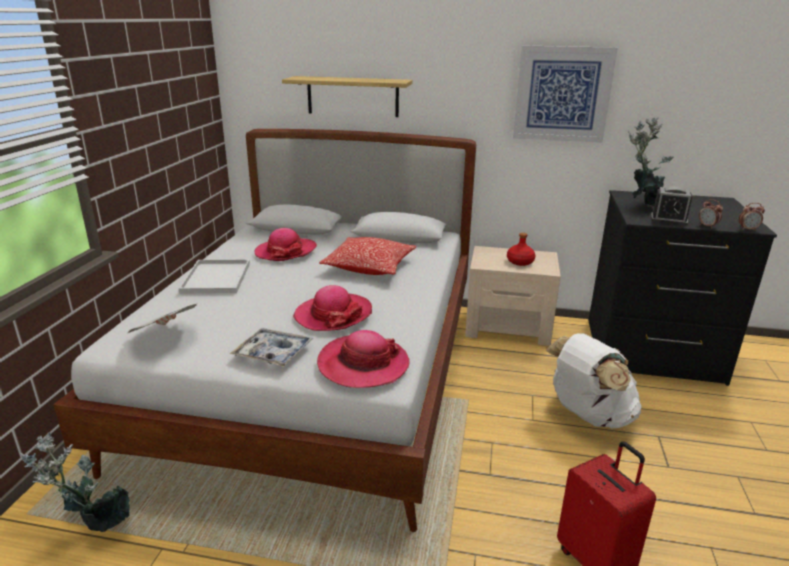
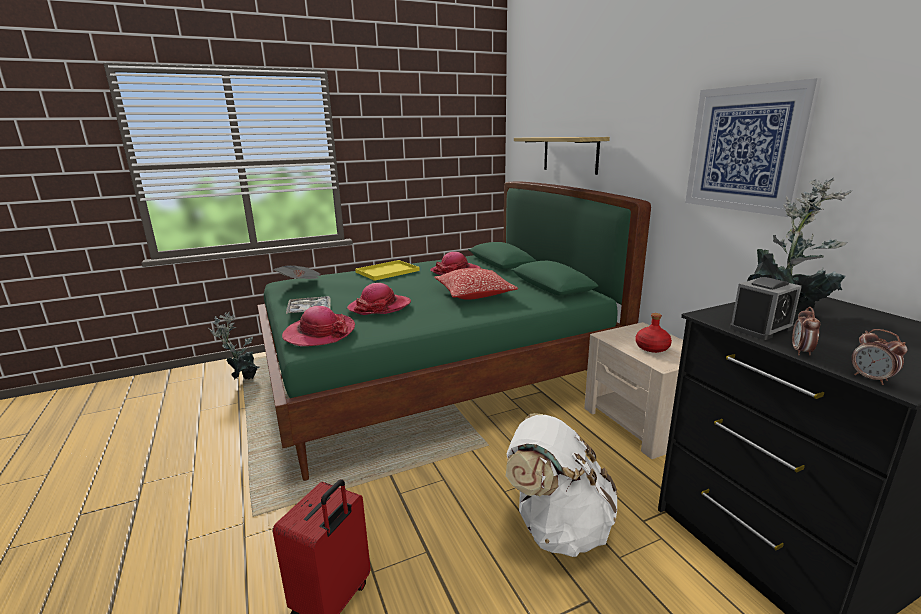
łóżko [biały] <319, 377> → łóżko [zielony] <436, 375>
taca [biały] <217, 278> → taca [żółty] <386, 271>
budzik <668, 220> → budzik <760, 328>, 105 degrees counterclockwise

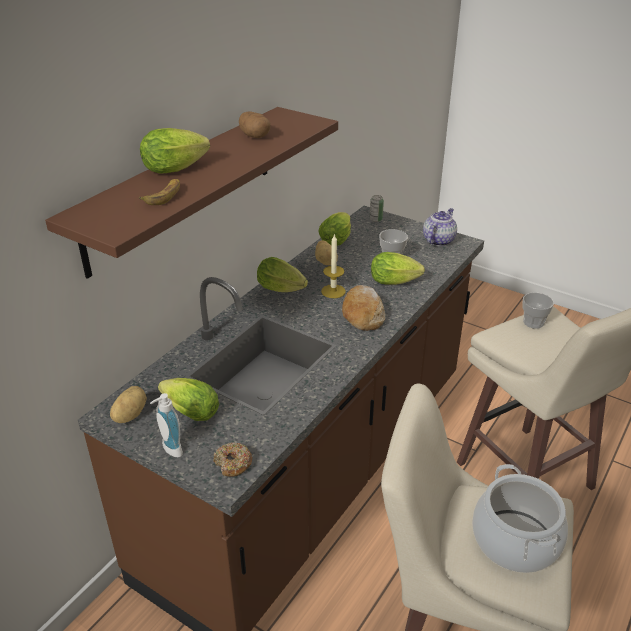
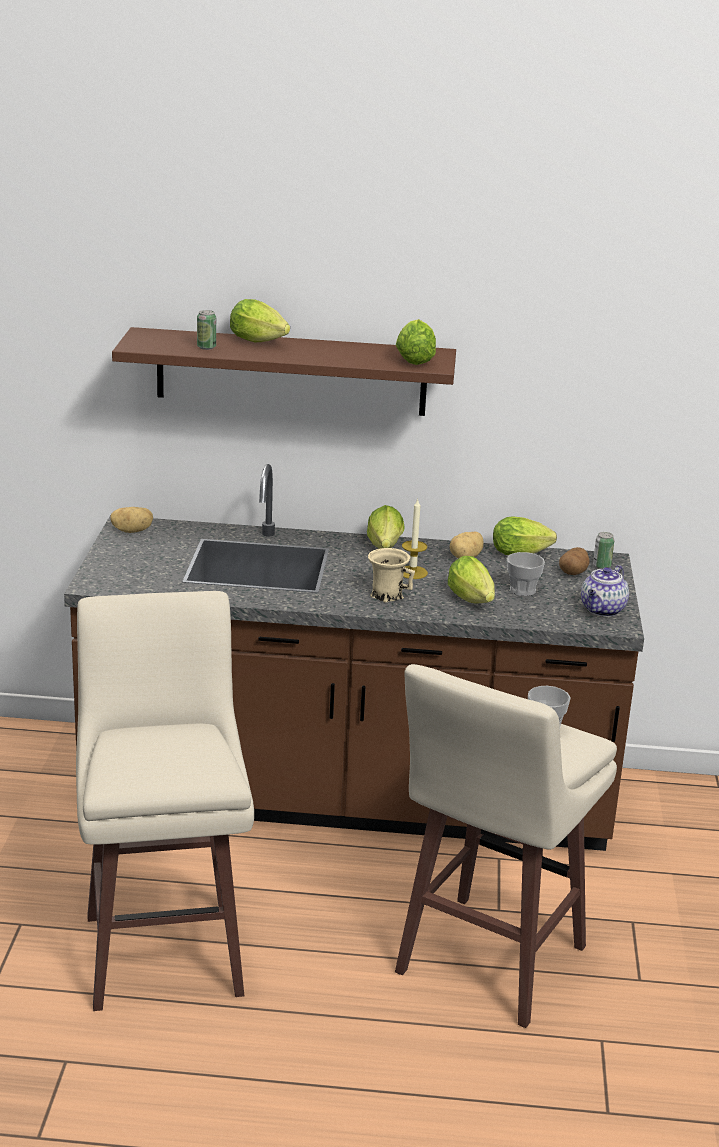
banan <164, 195> → puszka <206, 347>
chleb <363, 314> → kubek [beżowy] <387, 595>
sałata <188, 411> → sałata <415, 359>, moved
ziemniak <254, 136> → ziemniak <573, 572>, moved
imbryk <438, 240> → imbryk <602, 610>, 120 degrees clockwise
dozownik mydła <169, 450> → -
donut <233, 464> → -
garnek <515, 541> → -

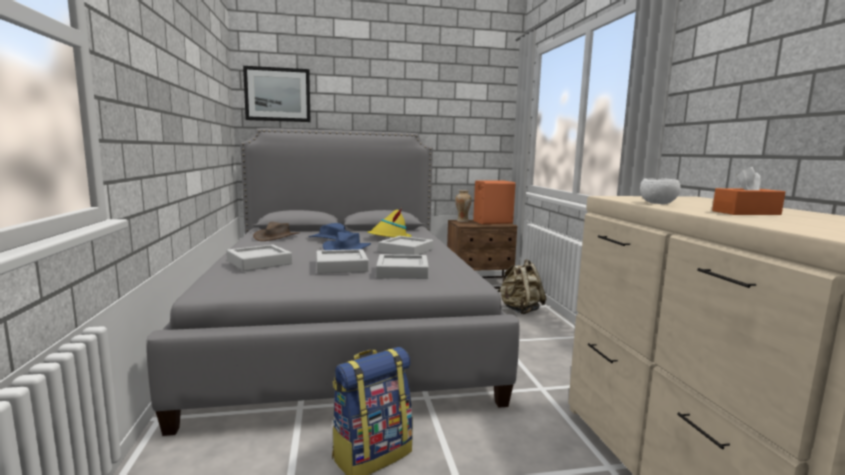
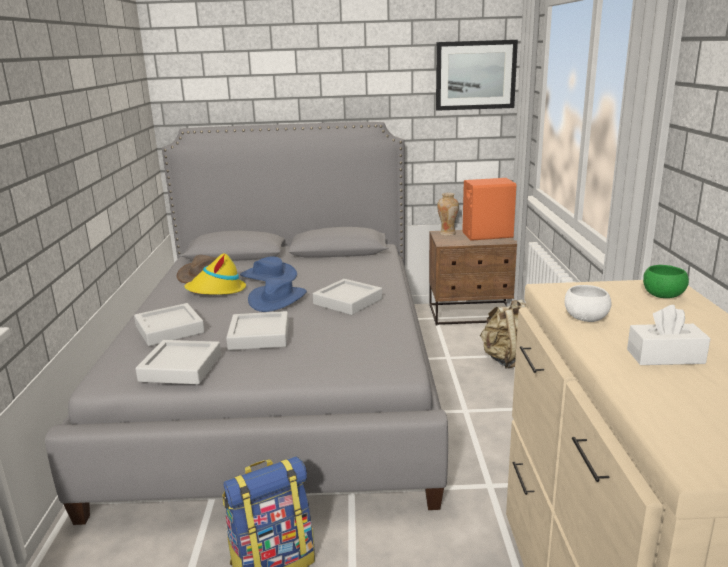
taca [szary] <402, 272> → taca [szary] <181, 368>, moved
kapelusz [żółty] <389, 238> → kapelusz [żółty] <216, 291>, moved
obraz <277, 94> → obraz <475, 75>, moved
pudełko chusteczek [pomarańczowy] <746, 213> → pudełko chusteczek [biały] <665, 356>
- → miska [zielony] <663, 296>

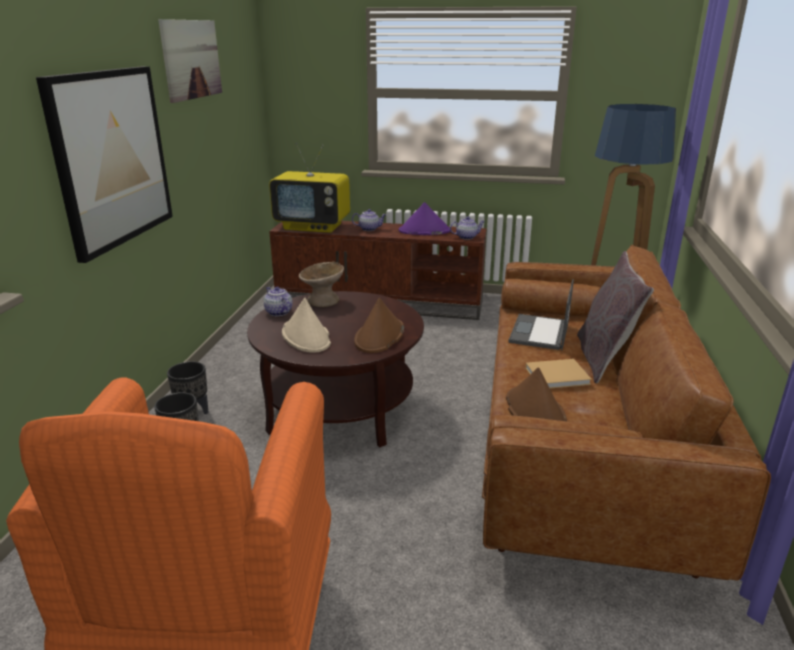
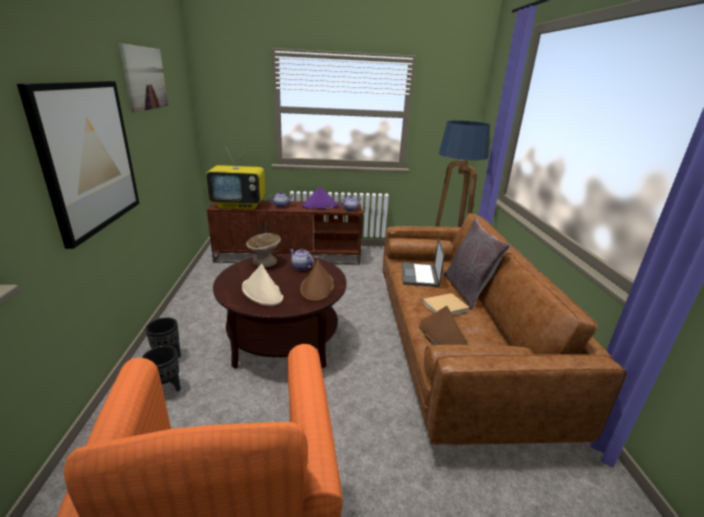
imbryk <278, 312> → imbryk <301, 267>, moved

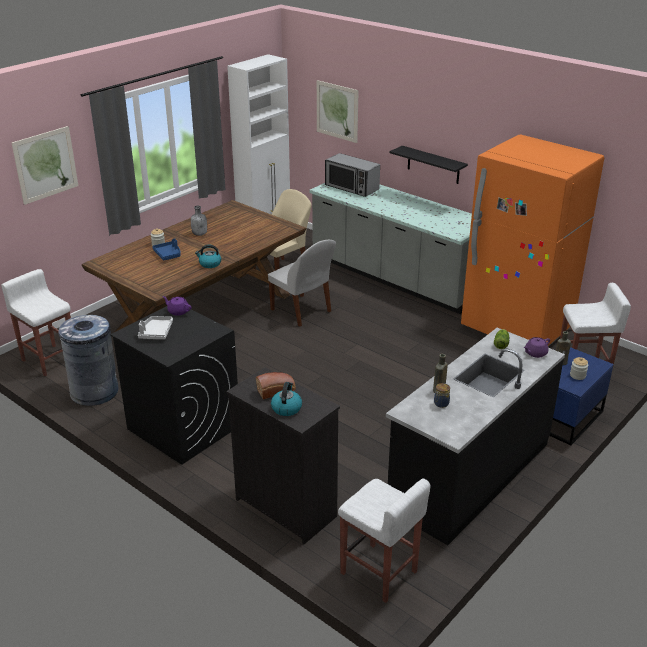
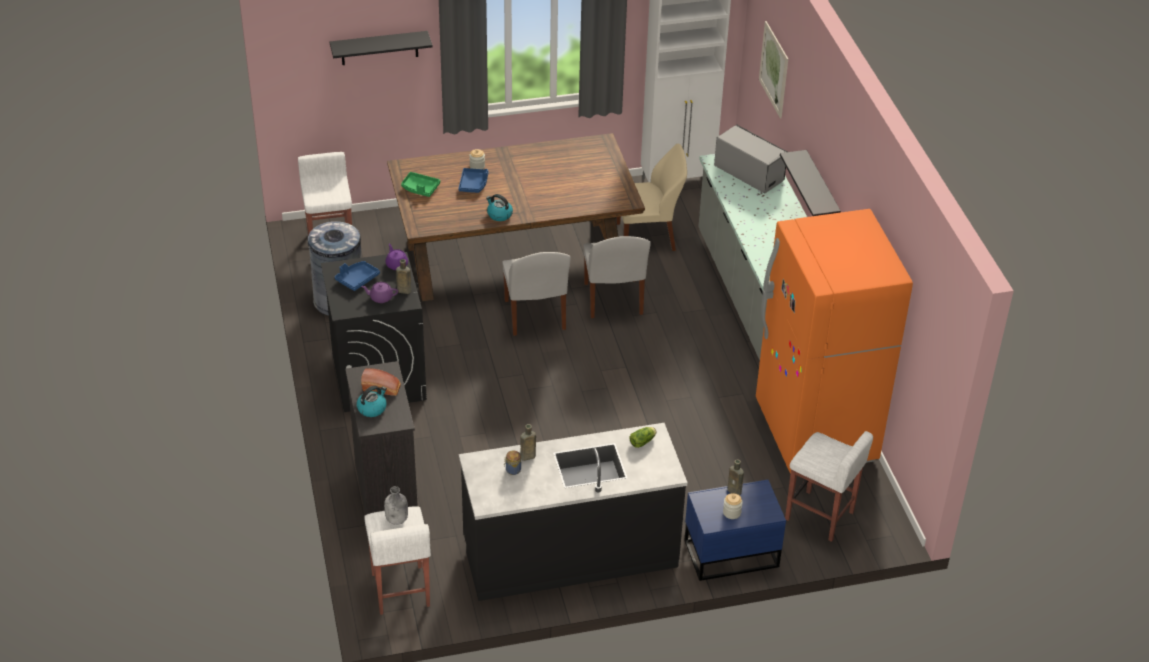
obraz <46, 165> → półka [czarny] <379, 48>
taca [biały] <156, 332> → taca [niebieski] <357, 279>
imbryk [fioletowy] <535, 353> → imbryk [fioletowy] <380, 297>, moved
butelka [szary] <200, 234> → butelka [szary] <397, 519>, moved
- → butelka [brązowy] <403, 290>
- → taca [zielony] <420, 188>
- → krzesło [biały] <535, 316>
mikrofalówka <351, 188> → mikrofalówka <749, 173>, 150 degrees clockwise

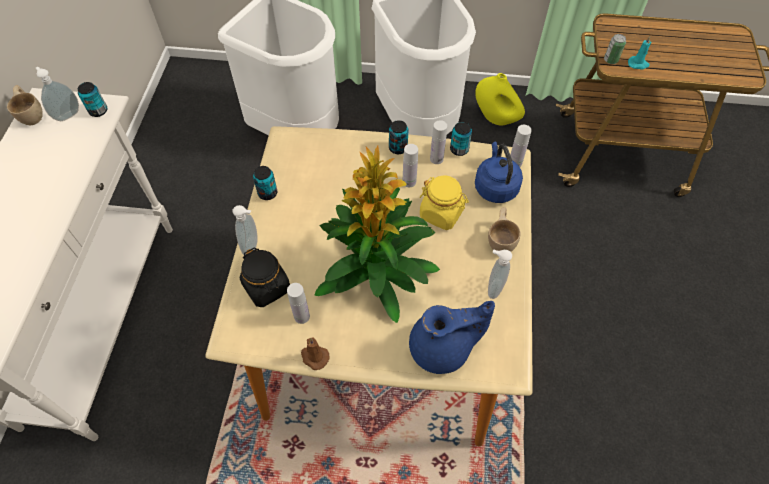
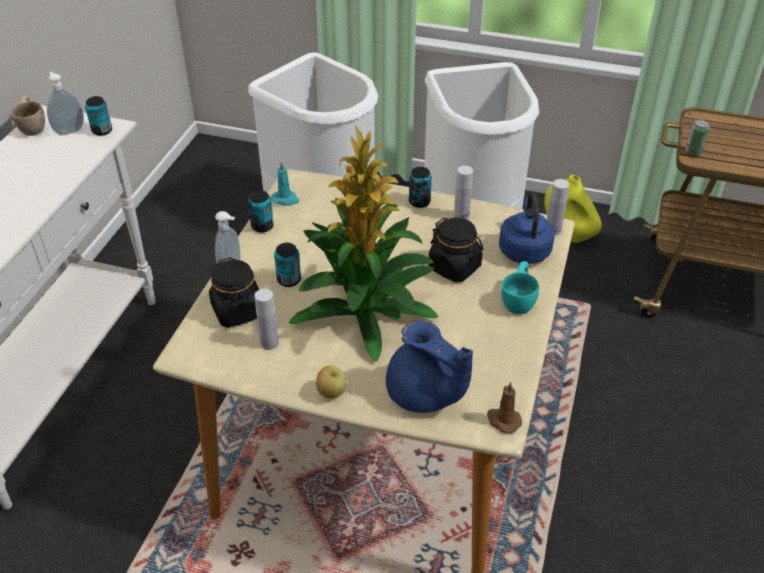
świeca [turkusowy] <638, 64> → świeca [turkusowy] <286, 199>, moved
puszka <459, 149> → puszka <289, 280>, moved
- → jabłko <331, 393>
imbryk [niebieski] <443, 349> → imbryk [niebieski] <424, 395>, 45 degrees clockwise
słoik [żółty] <441, 213> → słoik [czarny] <455, 267>
świeca [brązowy] <314, 357> → świeca [brązowy] <503, 420>, moved
filiżanka [beżowy] <501, 239> → filiżanka [turkusowy] <519, 300>
butelka [biały] <409, 182> → -
dozownik mydła <493, 287> → -

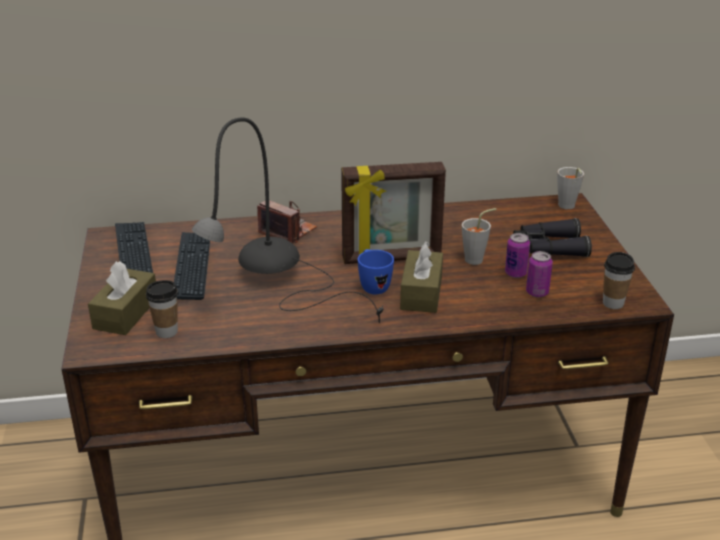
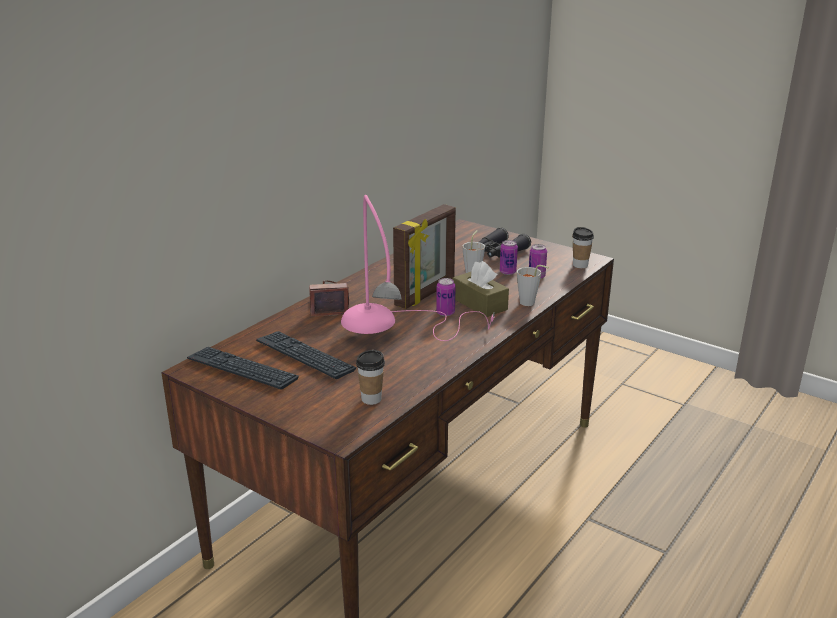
lampa stołowa [szary] <277, 293> → lampa stołowa [różowy] <396, 343>
kubek [niebieski] <373, 286> → puszka <445, 313>
filiżanka [szary] <567, 207> → filiżanka [szary] <530, 303>, moved
pudełko chusteczek [brązowy] <126, 313> → -

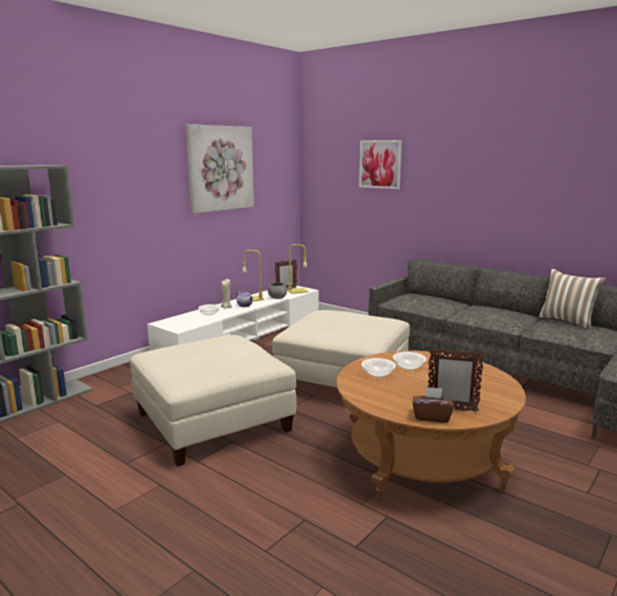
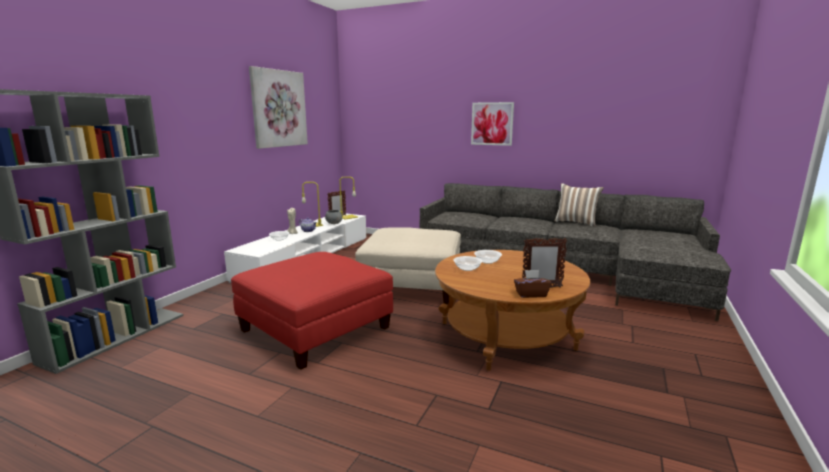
pufa [beżowy] <213, 422> → pufa [czerwony] <316, 329>
obraz <380, 164> → obraz <492, 124>, moved

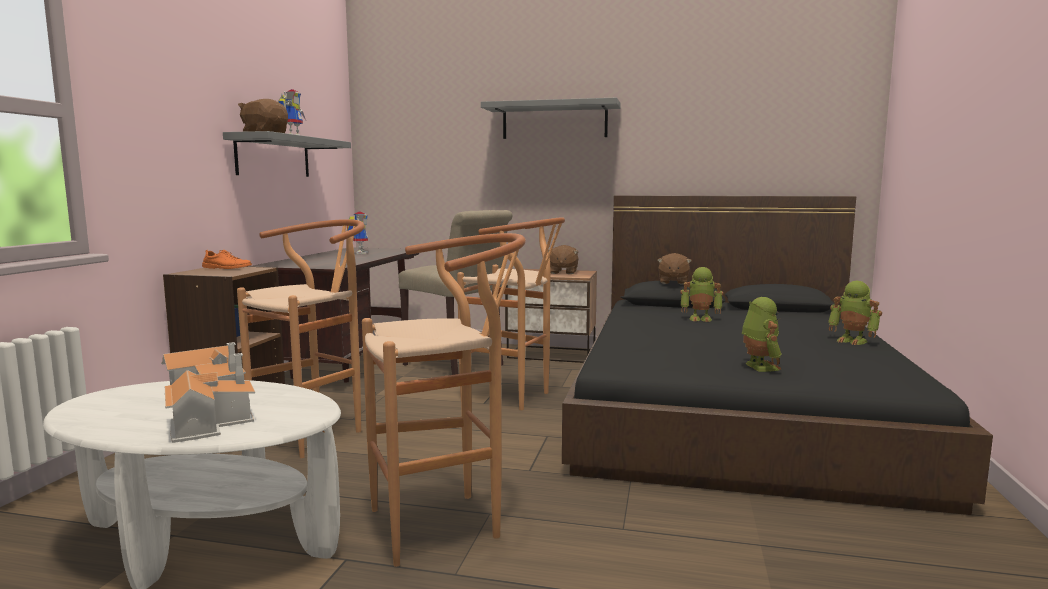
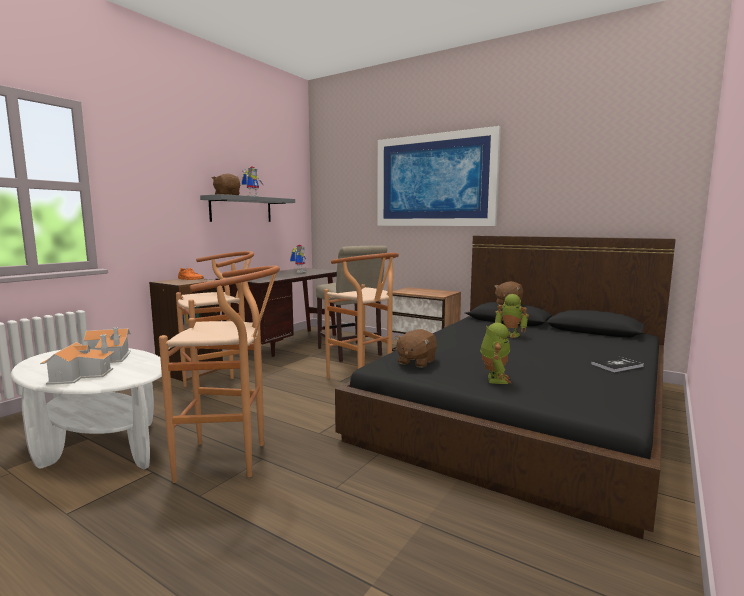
półka [szary] <554, 121> → obraz <434, 180>
pluszak [brązowy] <563, 272> → pluszak [brązowy] <416, 362>, moved
robot zabawkowy <853, 341> → książka <617, 365>

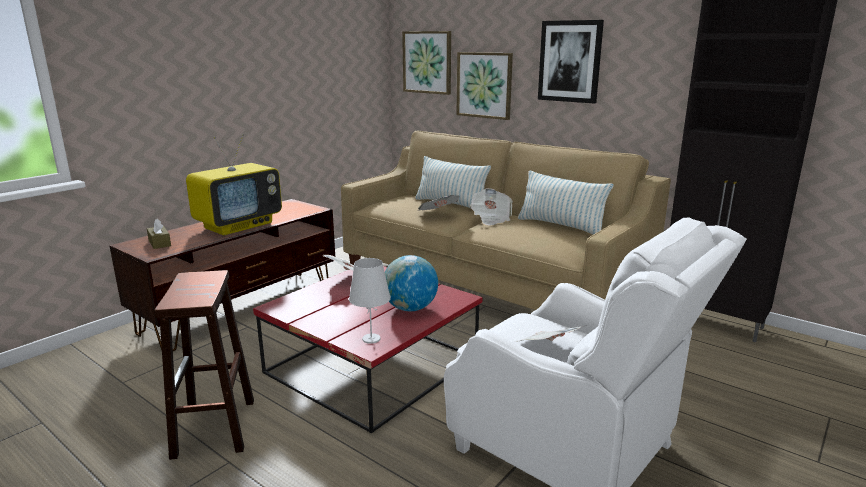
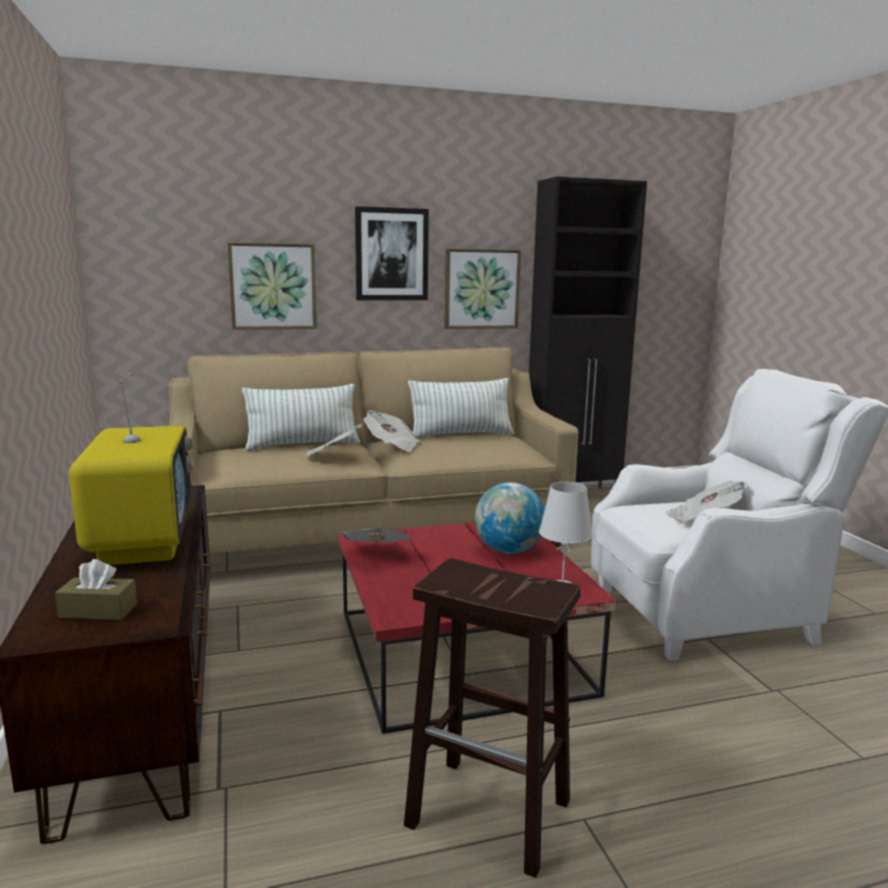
obraz <427, 62> → obraz <481, 289>, moved

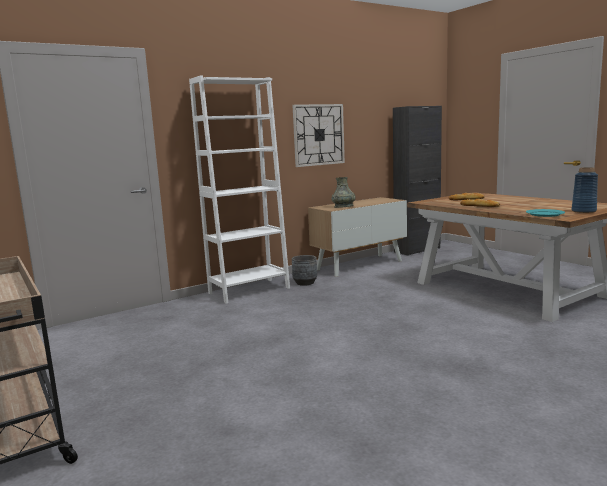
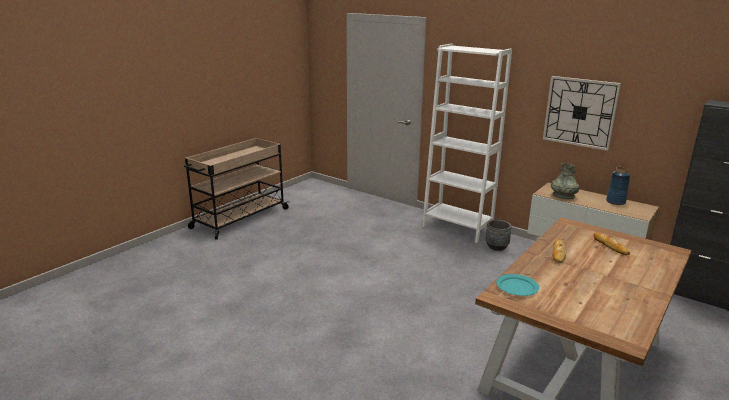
wazon [niebieski] <584, 211> → wazon [niebieski] <616, 202>, moved

